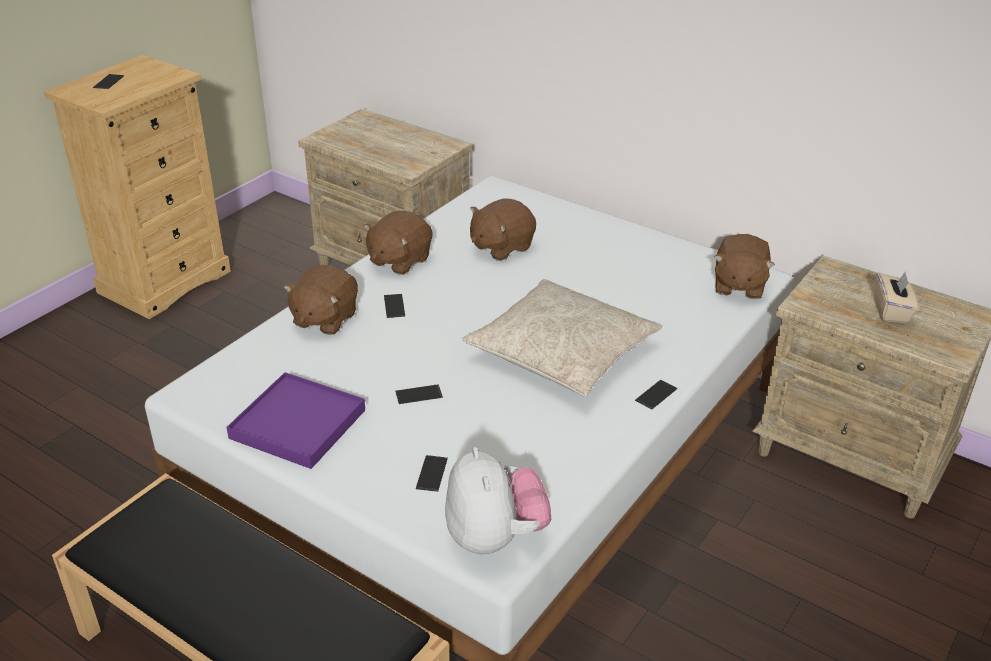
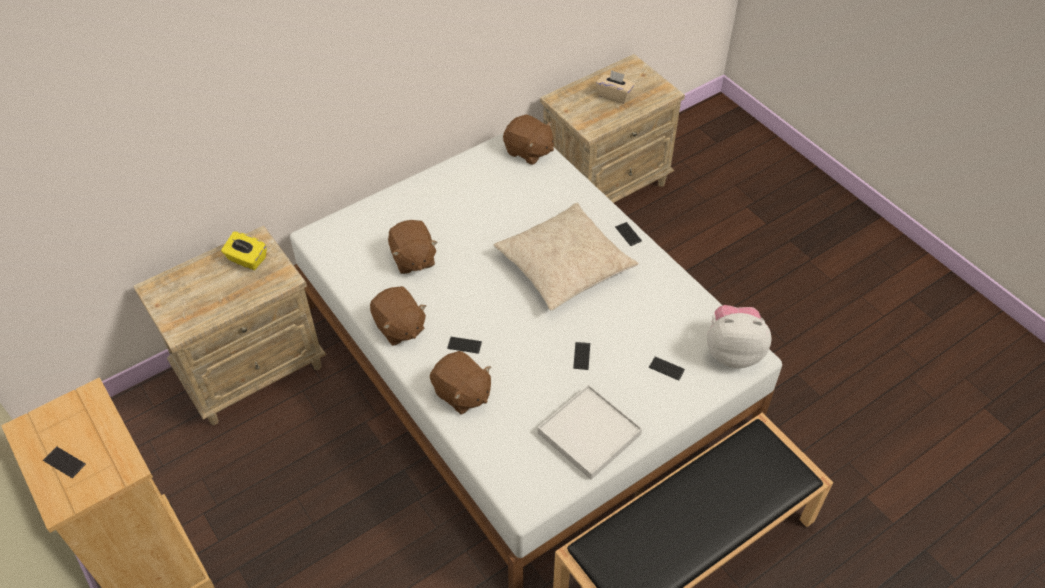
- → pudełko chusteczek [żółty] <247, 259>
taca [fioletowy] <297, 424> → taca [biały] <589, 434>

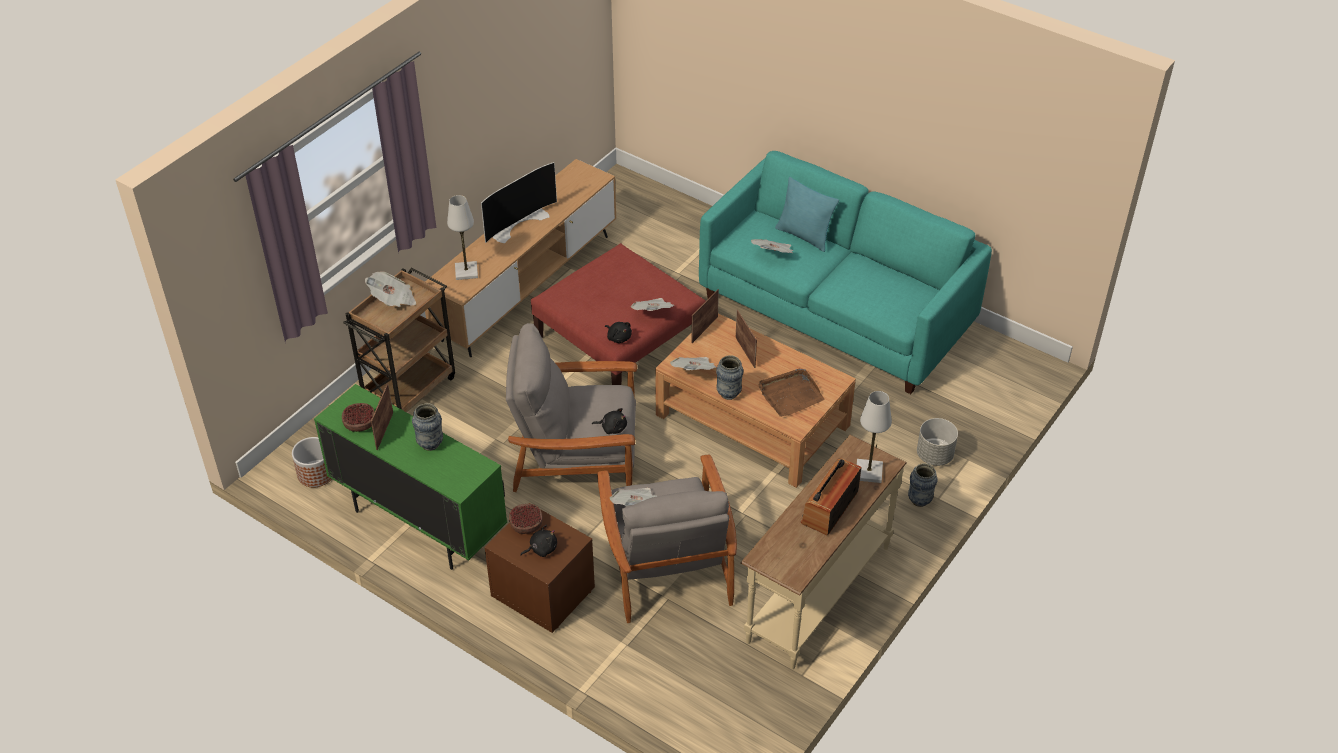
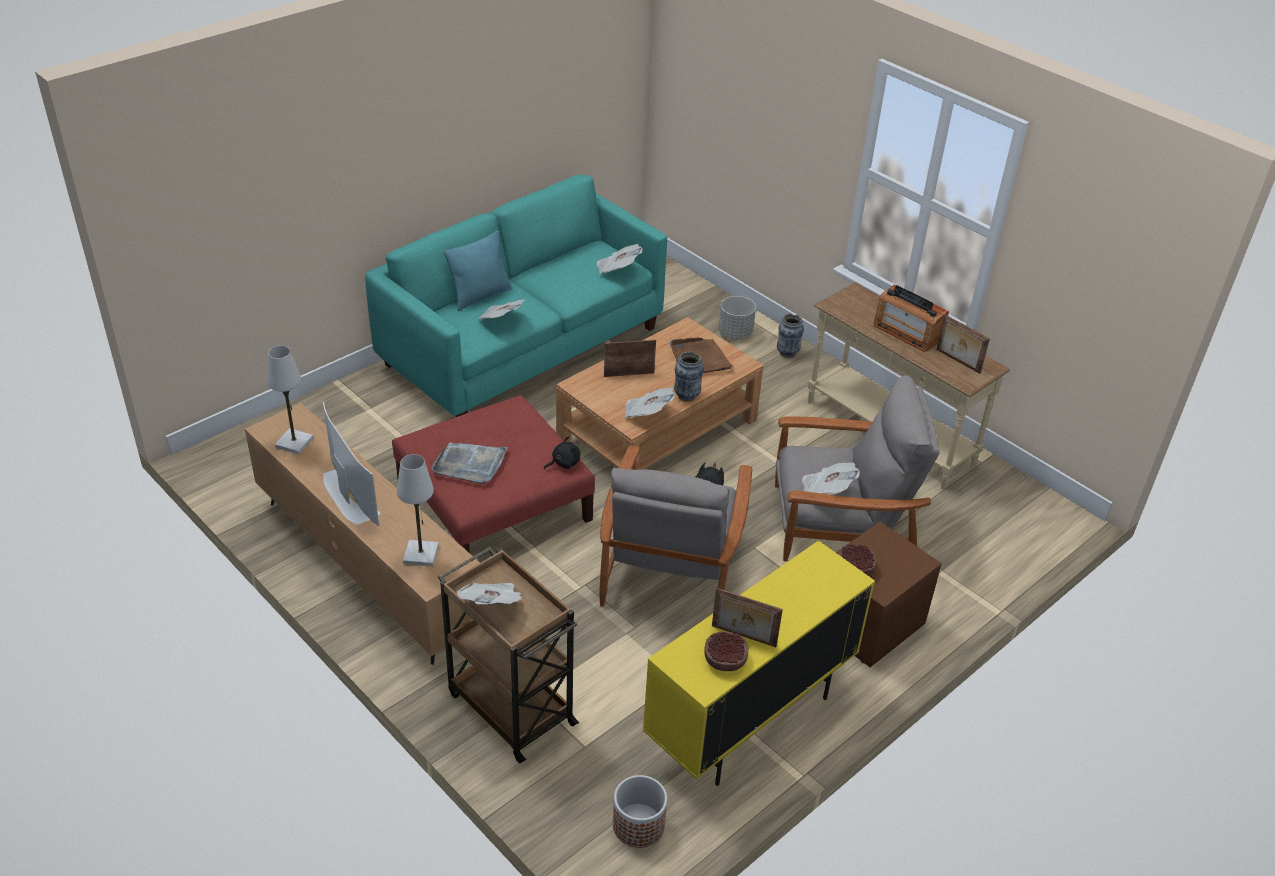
lampa stołowa [biały] <869, 472> → lampa stołowa [biały] <294, 442>, moved
- → taca [szary] <470, 464>
gazeta <652, 313> → gazeta <617, 269>, moved
szafka [zielony] <420, 523> → szafka [żółty] <749, 721>
ramka na zdjęcie <704, 329> → ramka na zdjęcie <957, 361>, moved
wazon <430, 444> → -
pluszak [czarny] <541, 549> → -

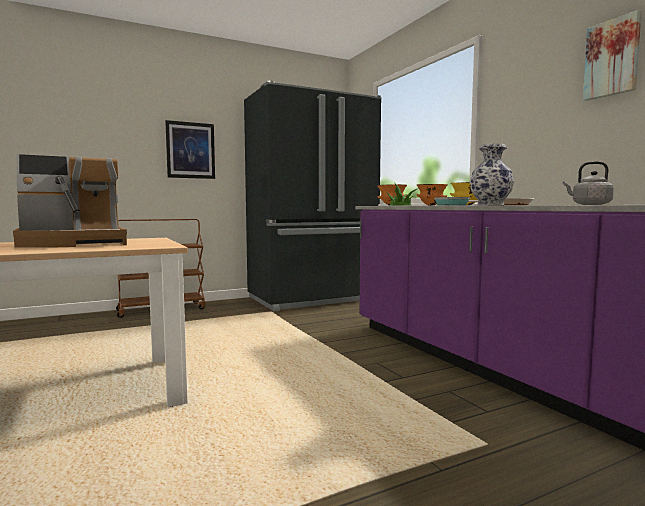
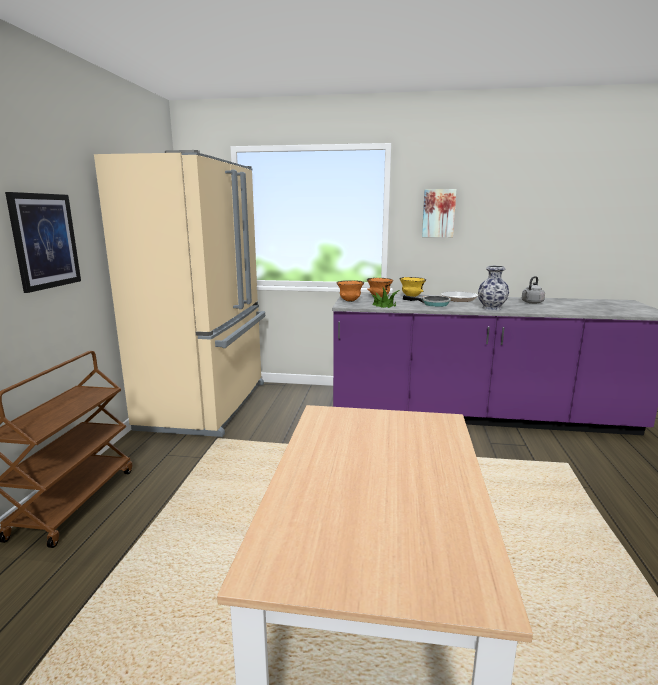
lodówka [czarny] <314, 299> → lodówka [beżowy] <208, 405>
obraz <612, 58> → obraz <438, 213>, moved
ekspres do kawy <74, 243> → -

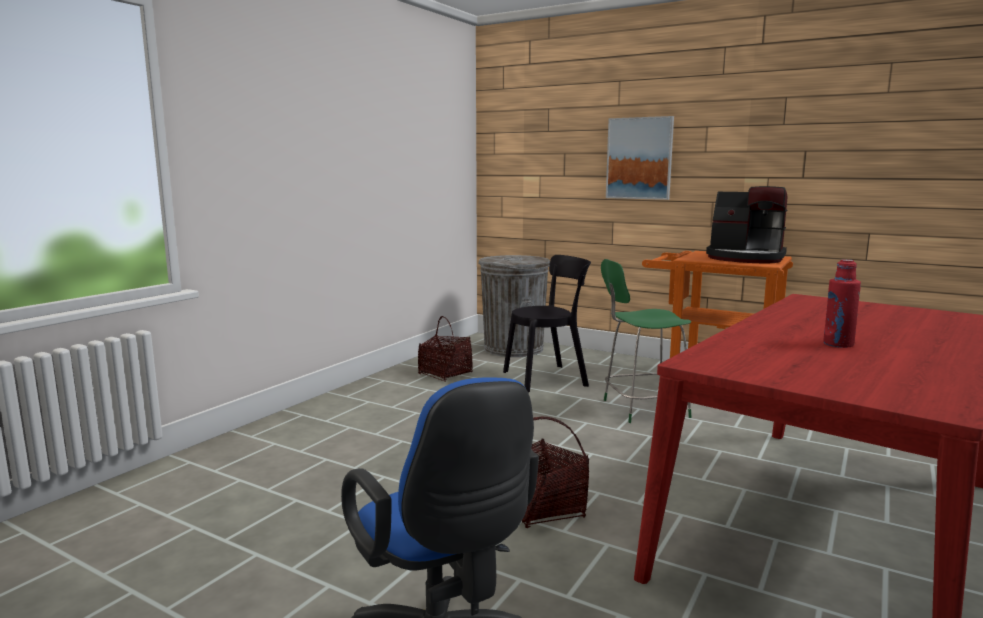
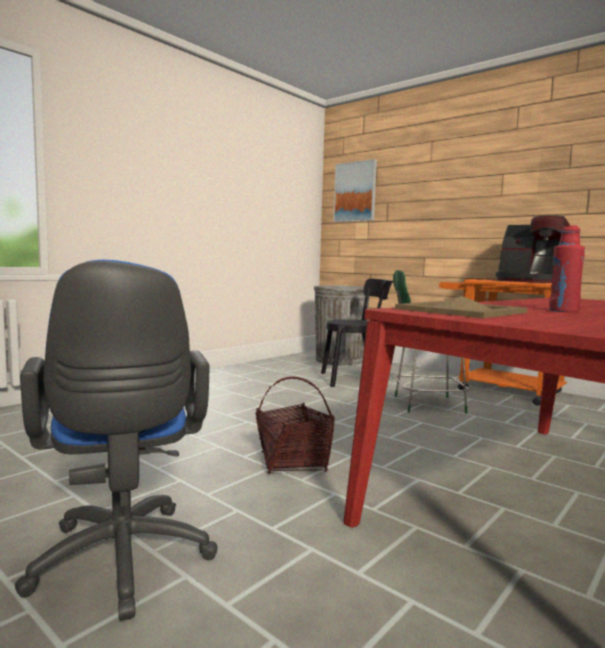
obraz <639, 158> → obraz <355, 192>, moved
- → taca [beżowy] <459, 310>
koszyk <445, 373> → -

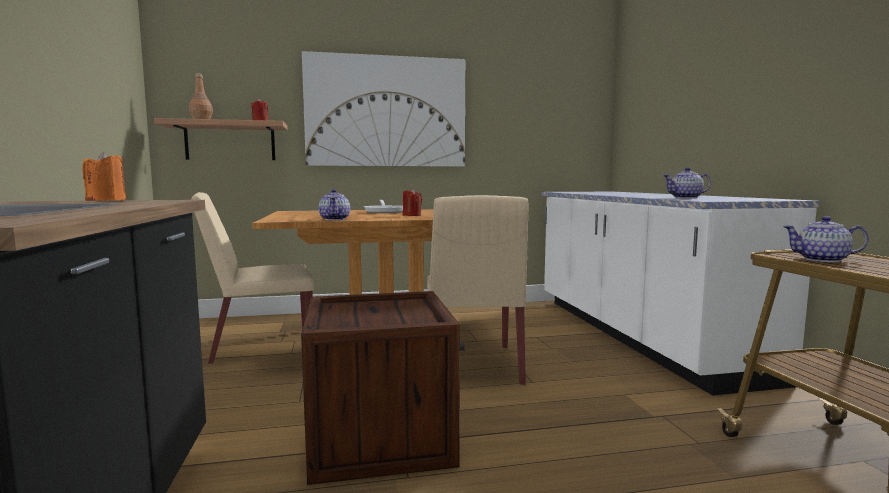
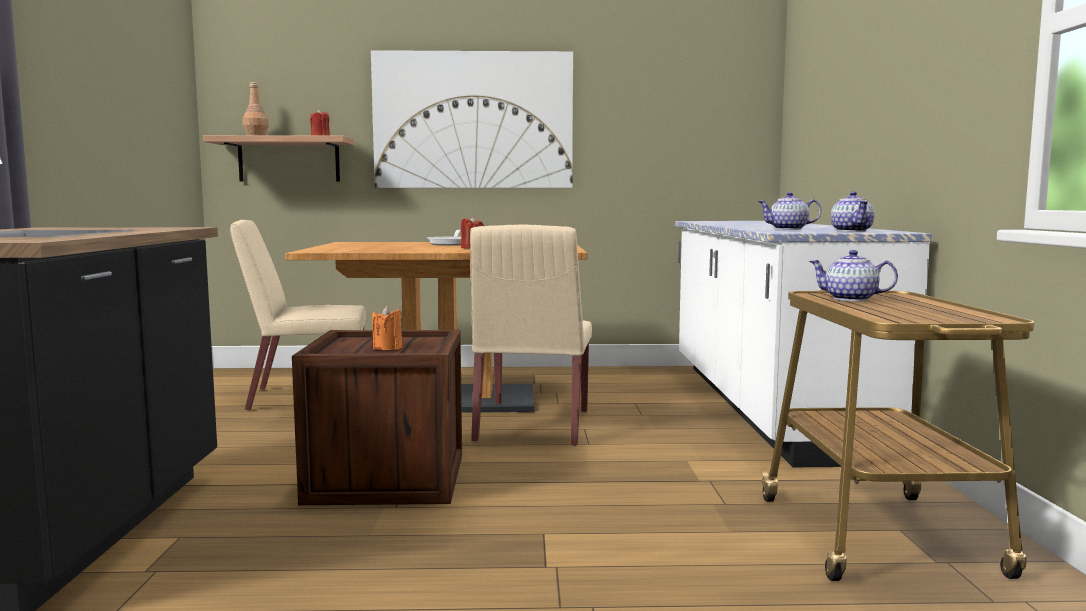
świeca [pomarańczowy] <106, 201> → świeca [pomarańczowy] <387, 348>, moved
imbryk <335, 219> → imbryk <851, 231>, moved

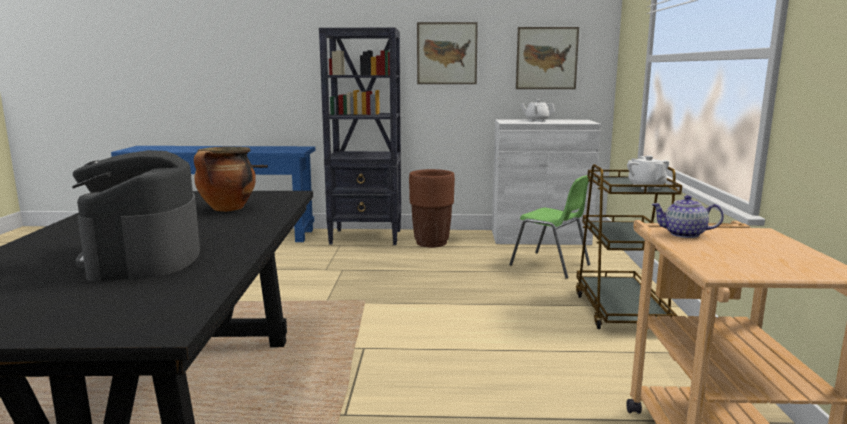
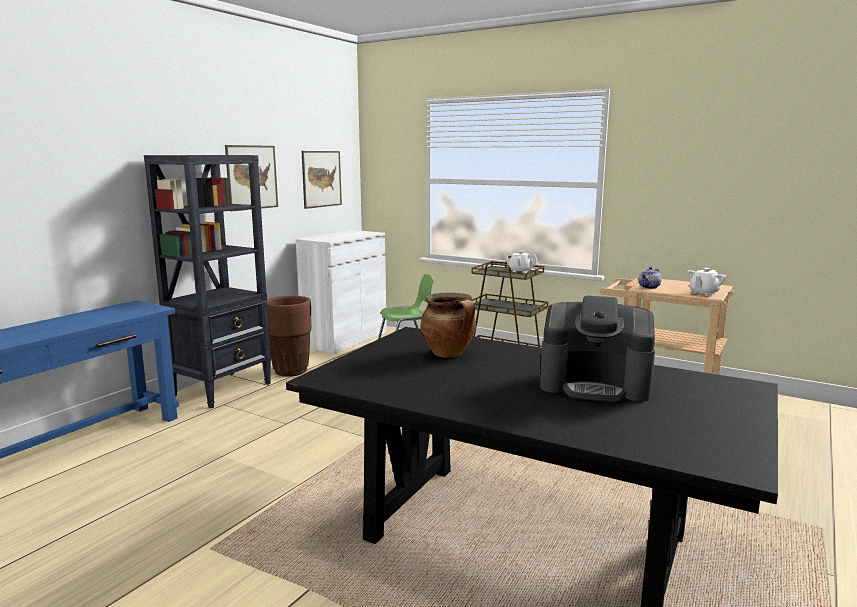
imbryk [biały] <536, 121> → imbryk [biały] <703, 293>, moved

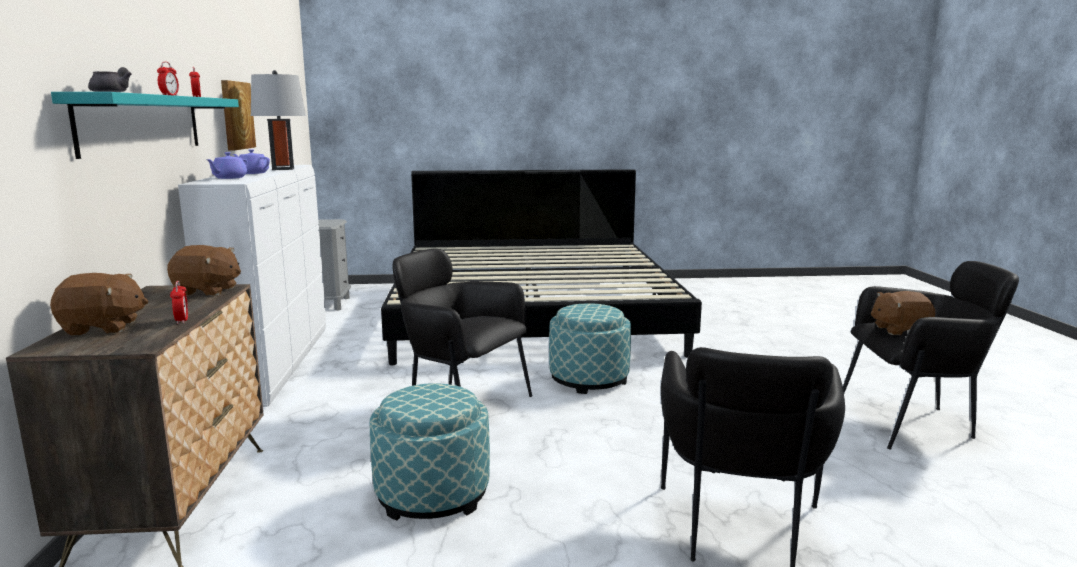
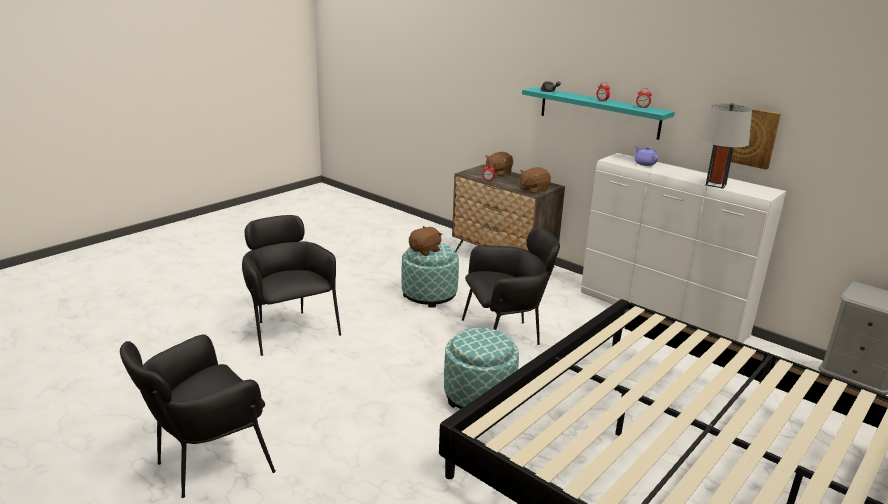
pluszak [brązowy] <899, 330> → pluszak [brązowy] <425, 251>, moved
imbryk [fioletowy] <252, 173> → -

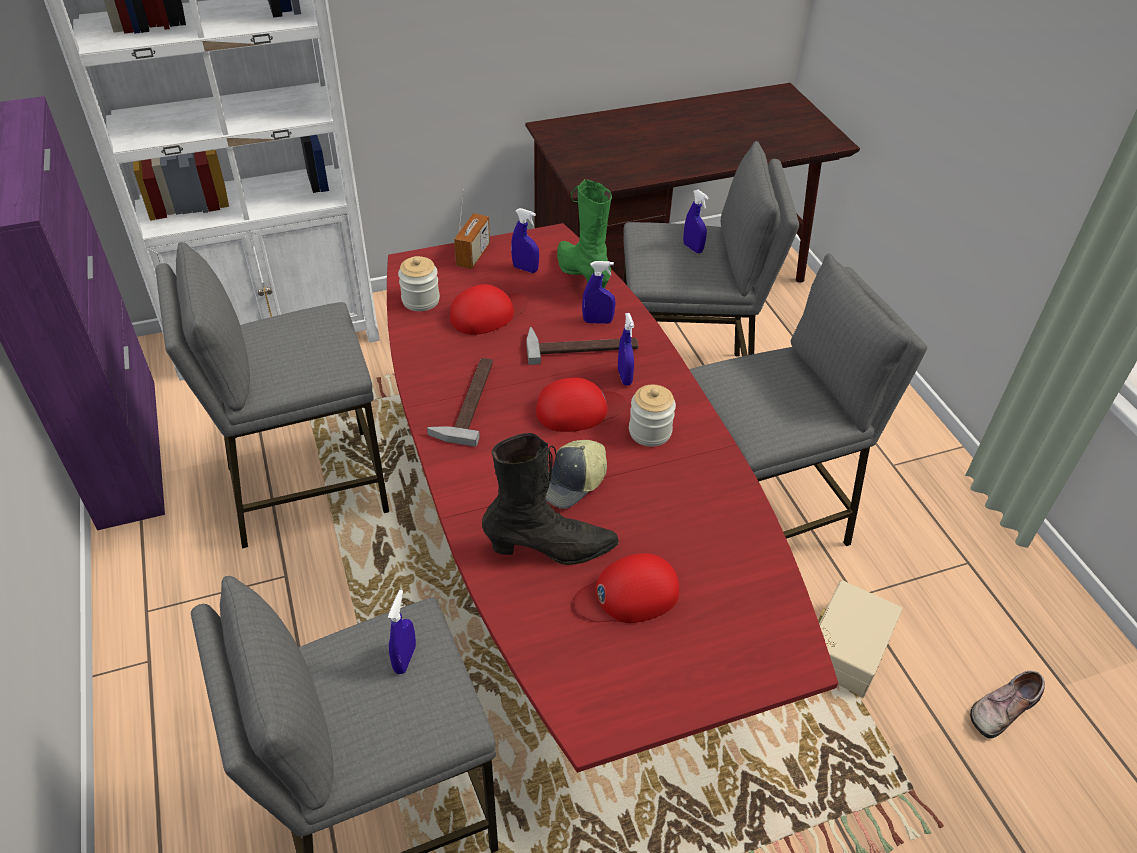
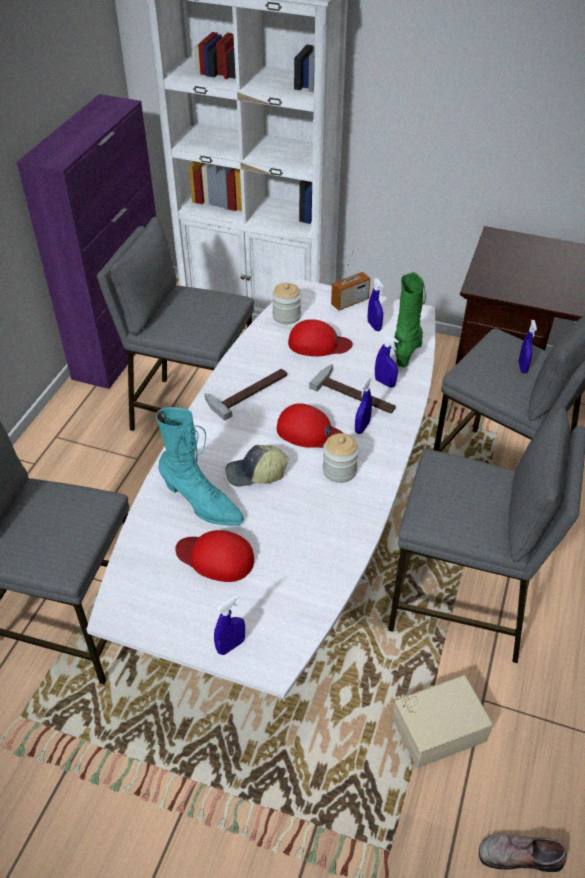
stół jadalny [czerwony] <563, 573> → stół jadalny [biały] <292, 554>
but z cholewką [czarny] <551, 549> → but z cholewką [turkusowy] <201, 504>
spryskiwacz [niebieski] <405, 659> → spryskiwacz [niebieski] <231, 646>, moved

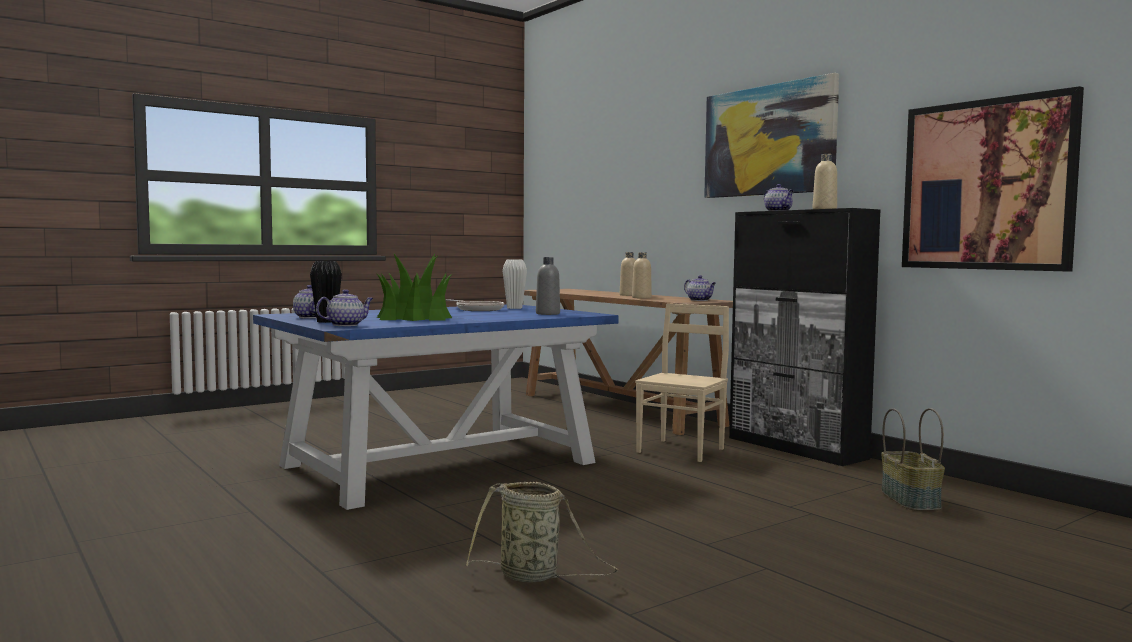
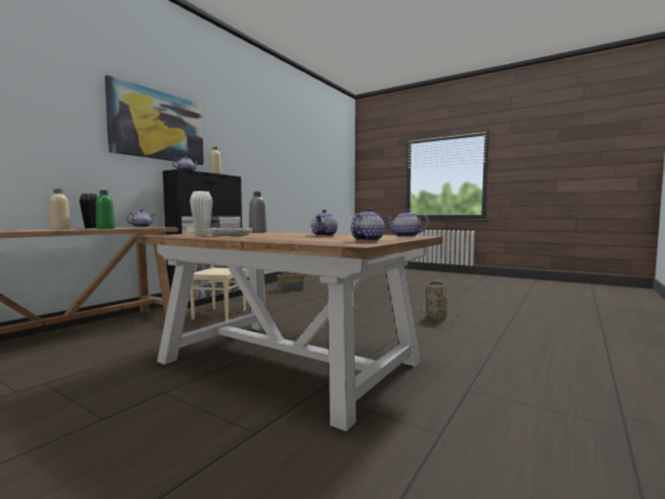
wazon [czarny] <326, 321> → wazon [czarny] <91, 228>, moved
butelka [beżowy] <641, 298> → butelka [zielony] <105, 228>
stół jadalny [niebieski] <440, 464> → stół jadalny [brązowy] <287, 361>
roślina doniczkowa <415, 317> → imbryk <325, 235>
obraz <986, 185> → -

